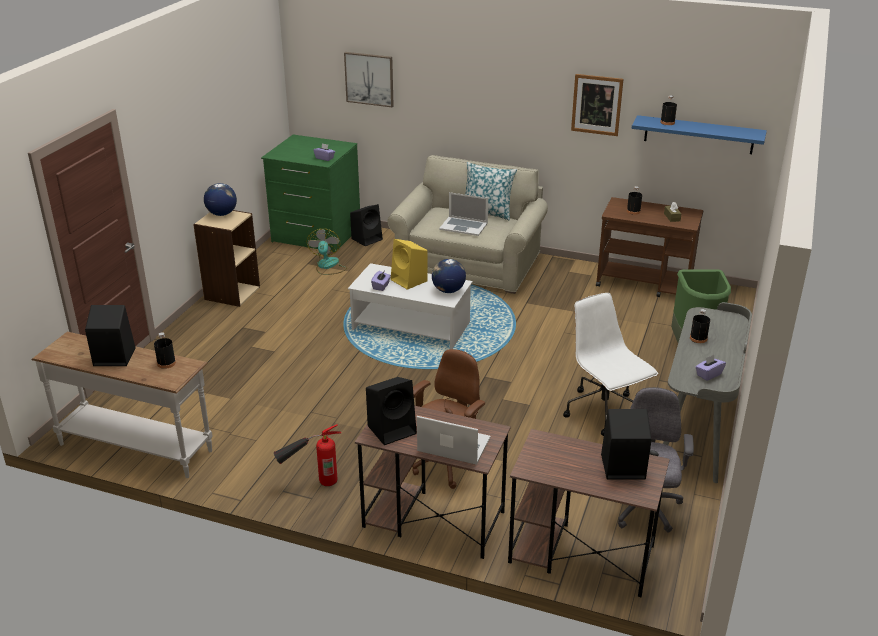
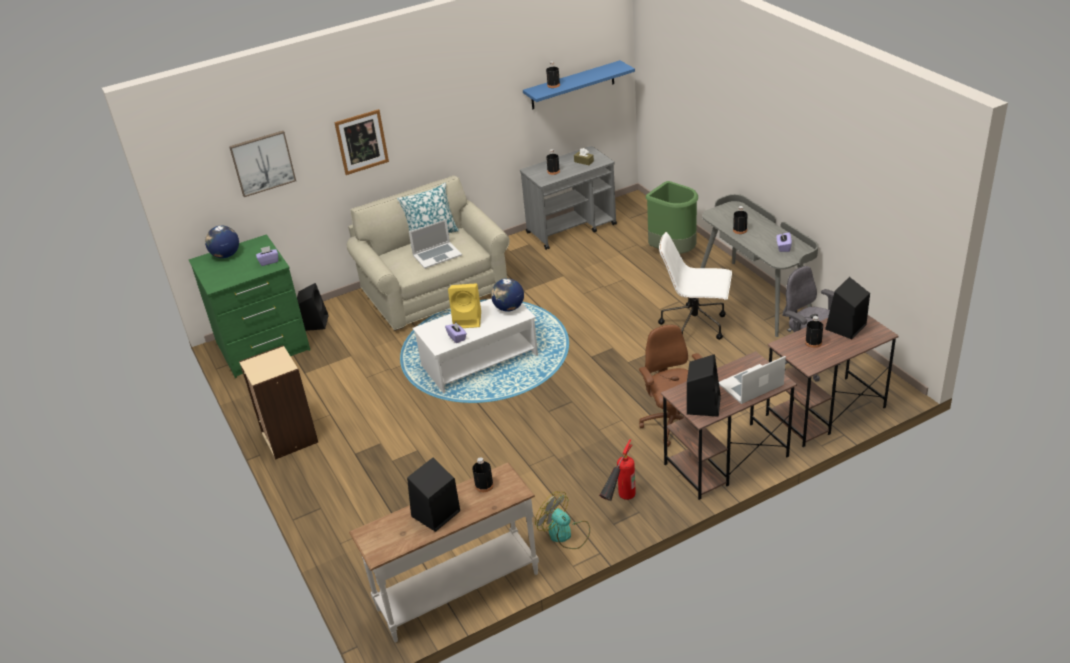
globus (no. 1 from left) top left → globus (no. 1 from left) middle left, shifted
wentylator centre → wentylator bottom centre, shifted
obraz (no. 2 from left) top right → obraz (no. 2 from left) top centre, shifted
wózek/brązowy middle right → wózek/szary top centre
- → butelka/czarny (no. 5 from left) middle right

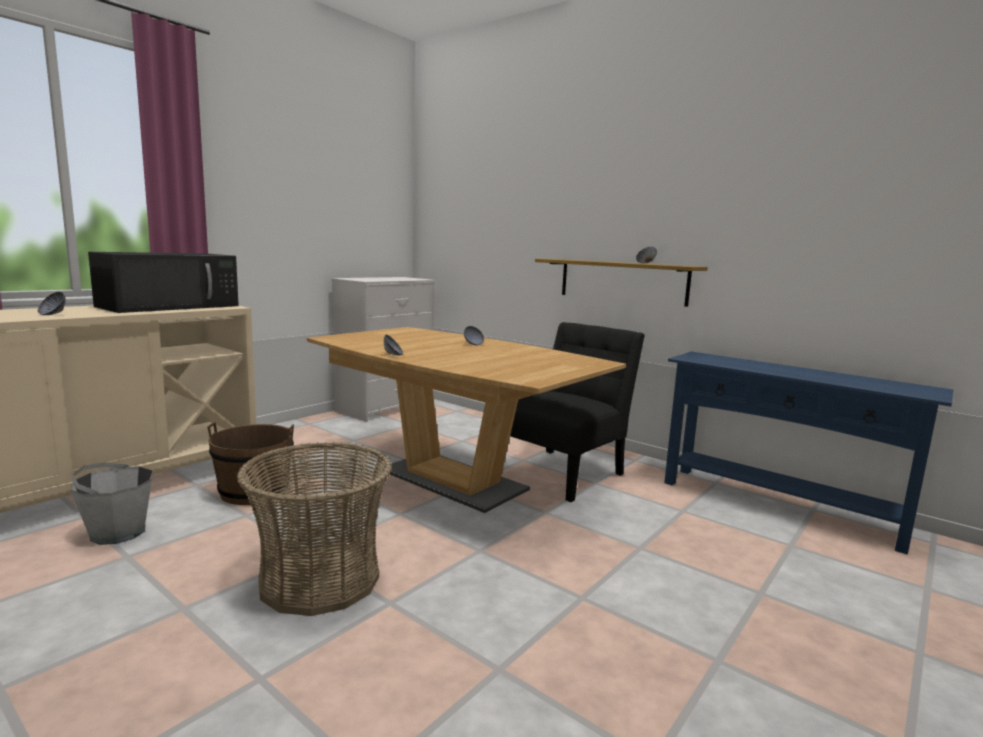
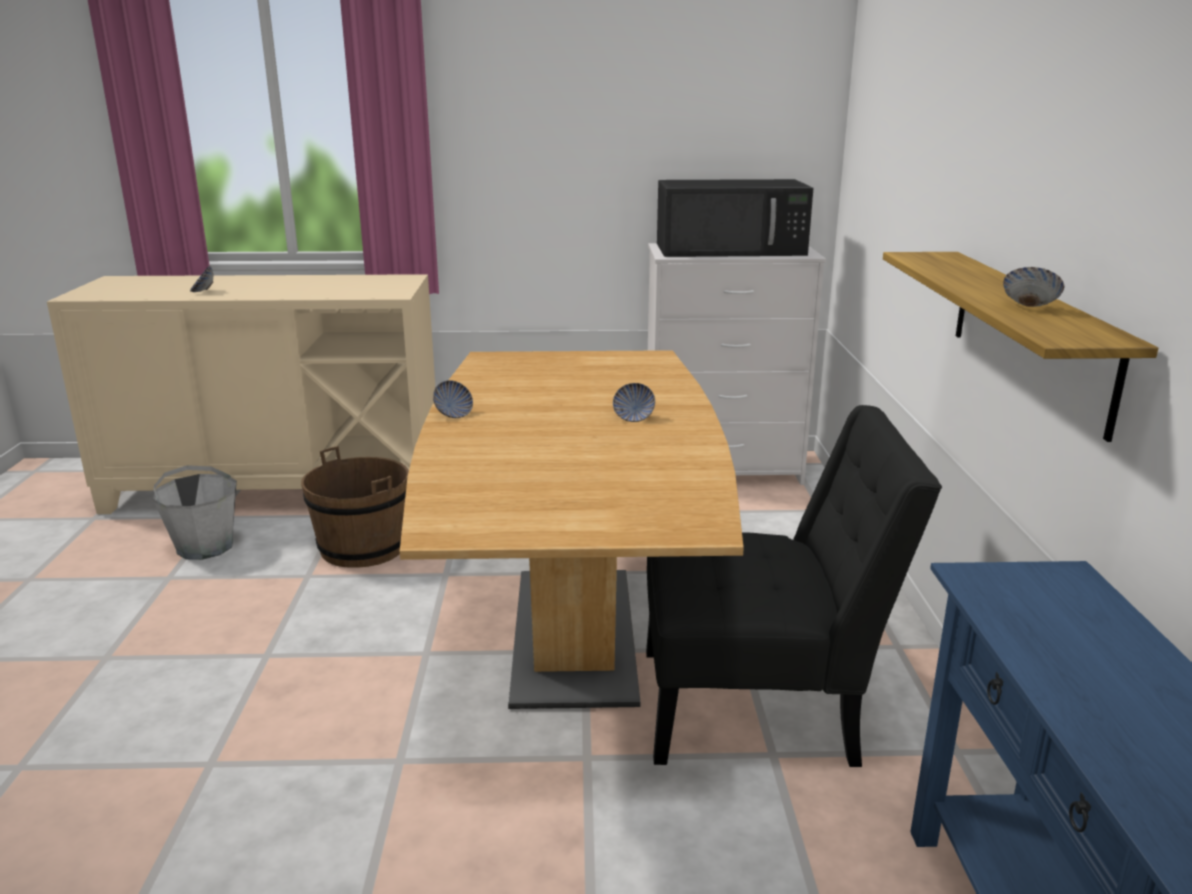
mikrofalówka/czarny middle left → mikrofalówka/czarny top centre, shifted
koszyk bottom left → -

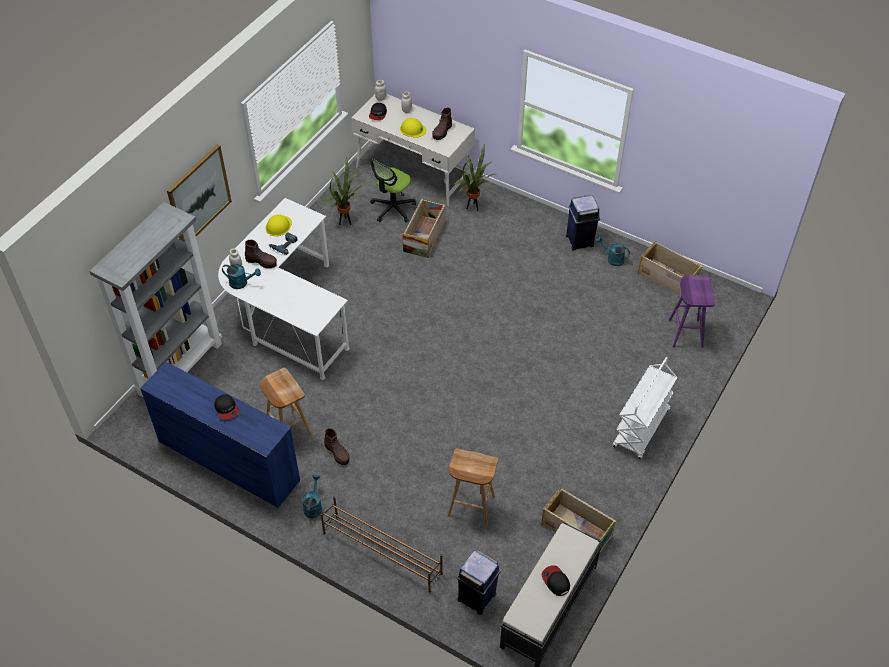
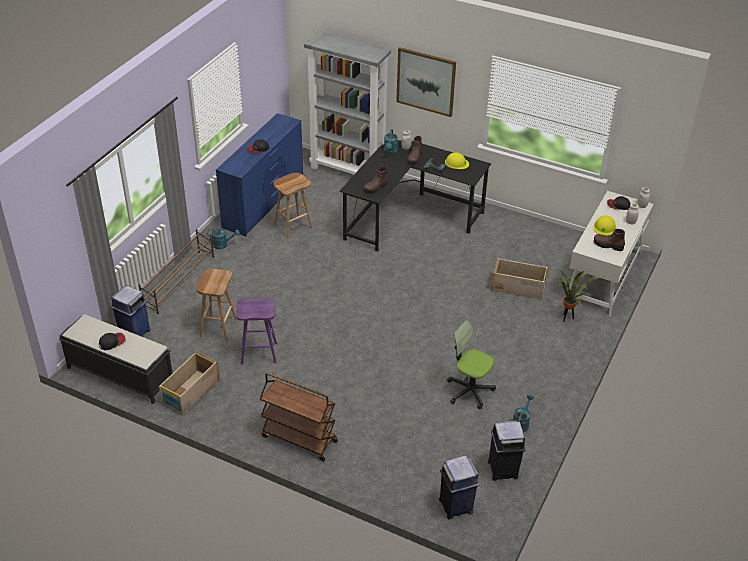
biurko/biały (no. 1 from left) middle left → biurko/czarny centre
roślina doniczkowa (no. 1 from left) top centre → -
but z cholewką/brązowy (no. 2 from left in the first image) bottom centre → but z cholewką/brązowy (no. 1 from left) top centre, shifted
krzesło biurowe top centre → krzesło biurowe centre, shifted
kosz na śmieci/niebieski (no. 2 from left) centre → kosz na śmieci/niebieski (no. 2 from left) bottom centre, shifted
wózek/biały middle right → wózek/brązowy bottom centre
skrzynka (no. 3 from left) middle right → kosz na śmieci/czarny bottom right
stołek/fioletowy middle right → stołek/fioletowy centre, shifted

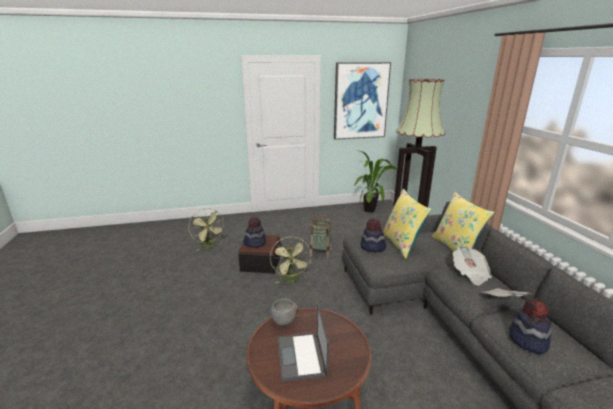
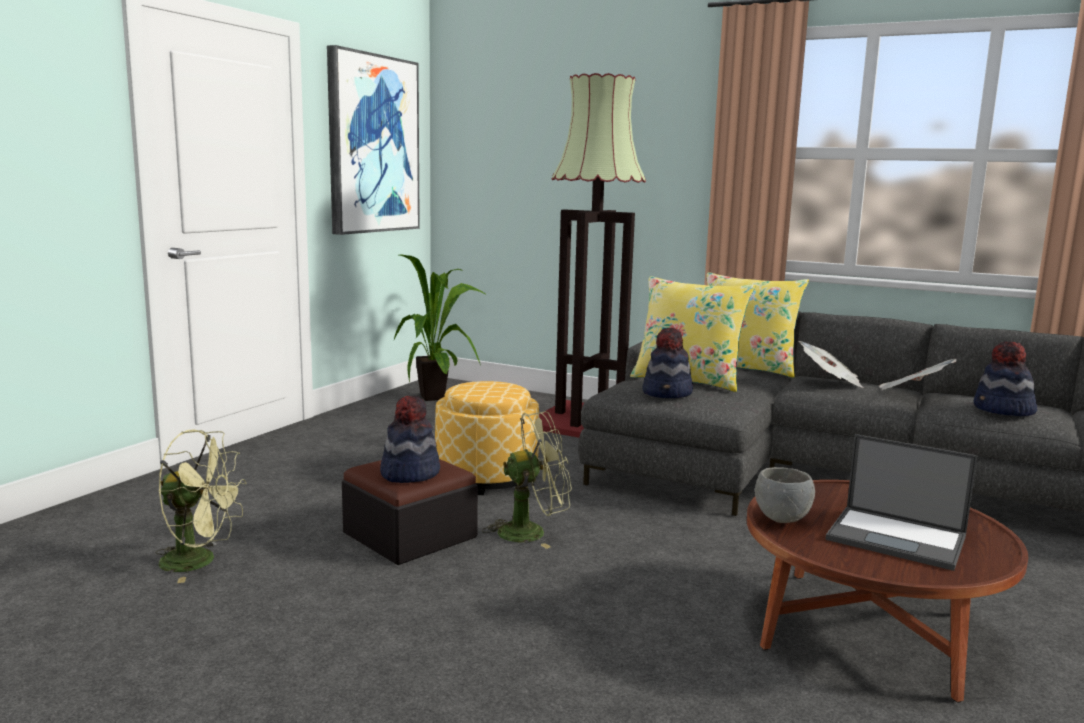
wentylator/zielony (no. 2 from left) centre, 45 degrees counterclockwise
koszyk centre → pufa (no. 2 from left) centre

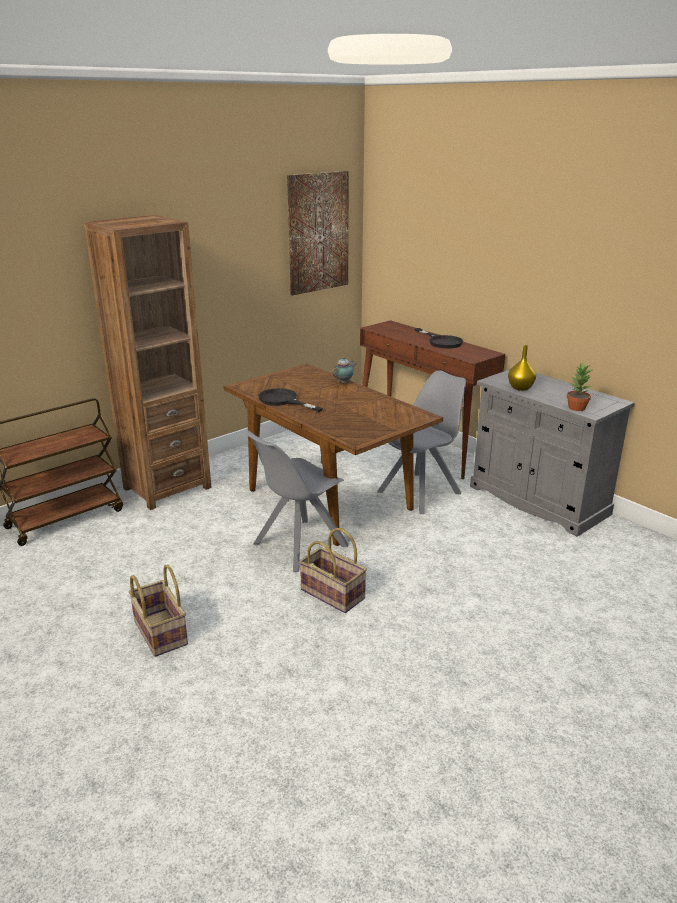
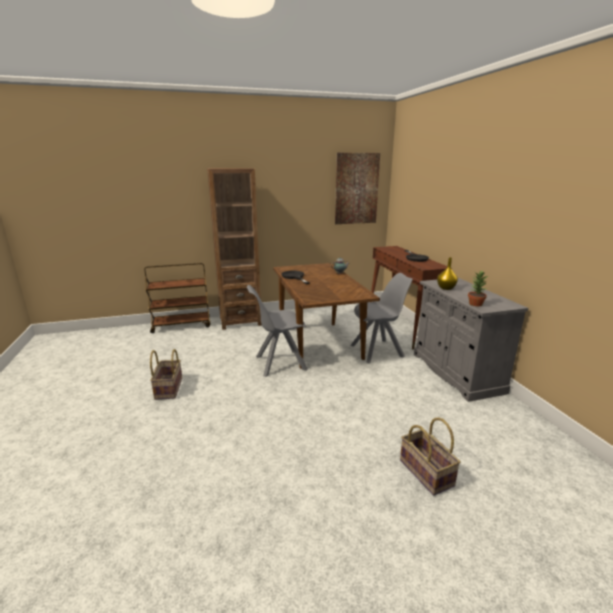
koszyk (no. 2 from left) centre → koszyk (no. 2 from left) bottom right, shifted

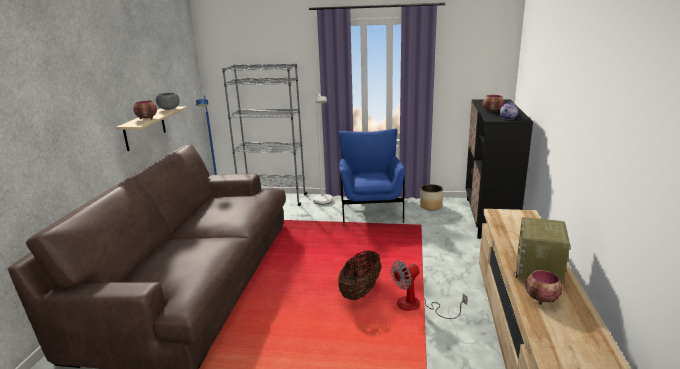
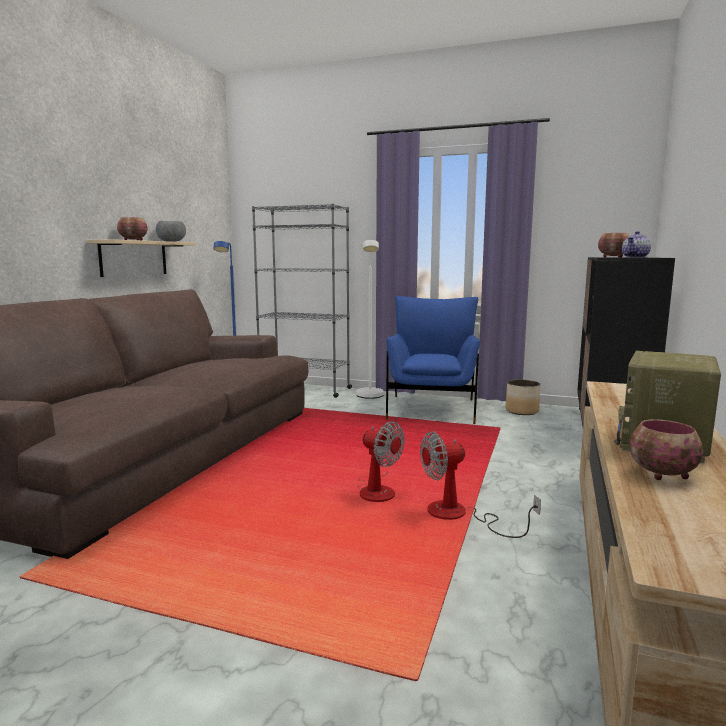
koszyk bottom centre → wentylator (no. 1 from left) centre

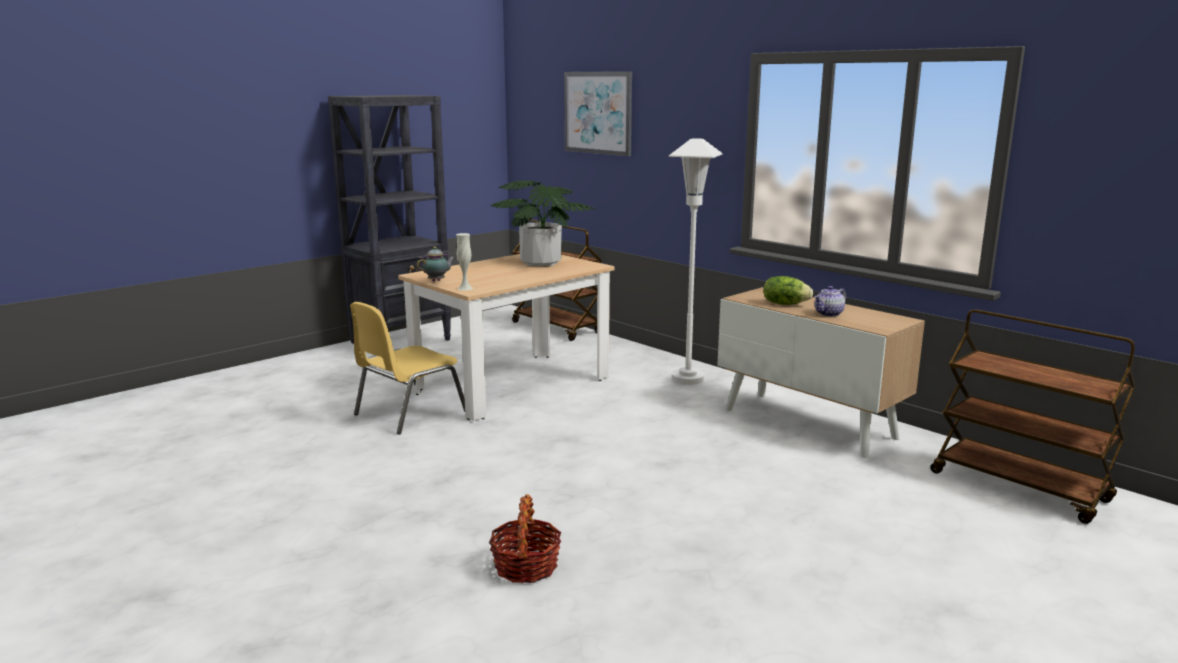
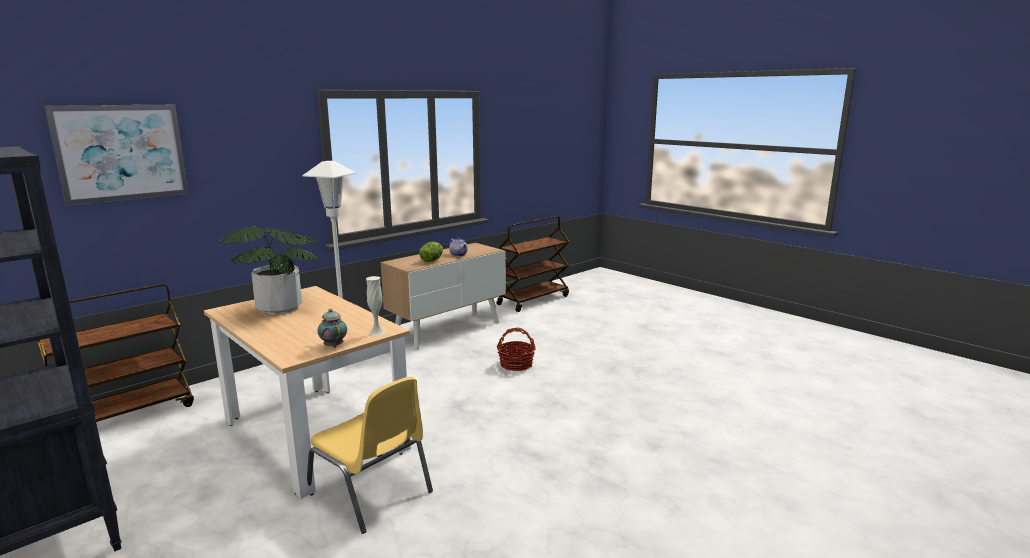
koszyk bottom centre → koszyk centre, shifted

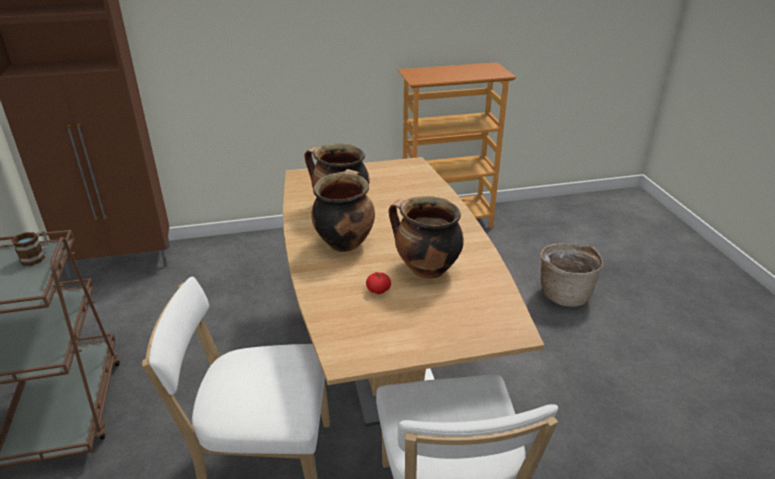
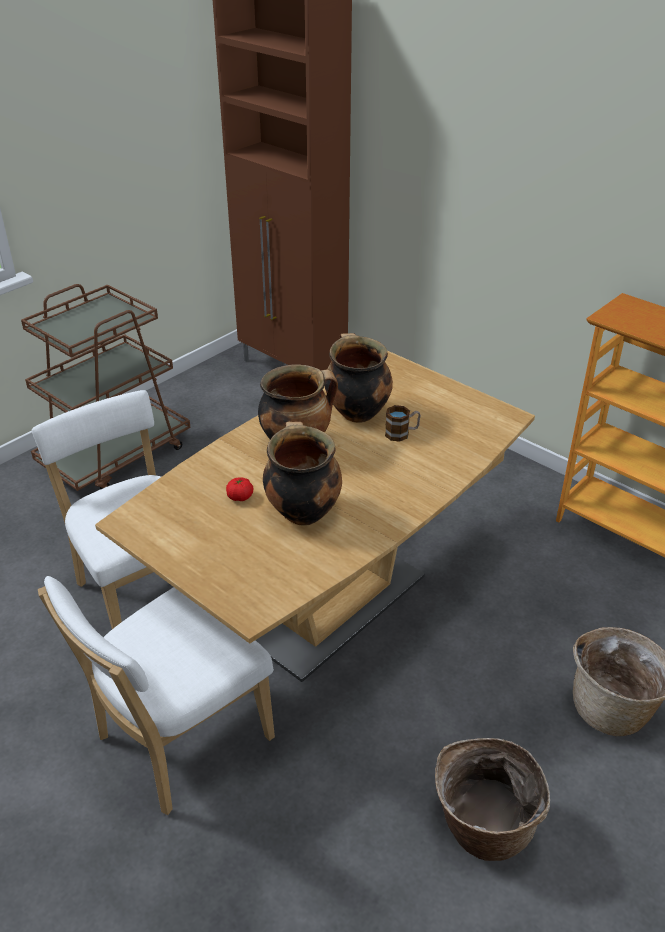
kubek middle left → kubek centre, shifted
- → koszyk (no. 1 from left) bottom right

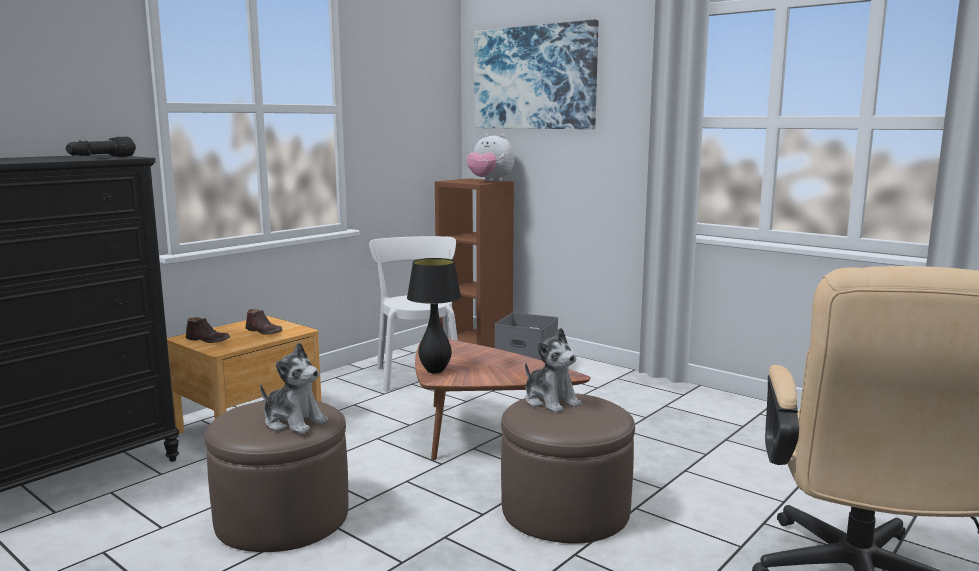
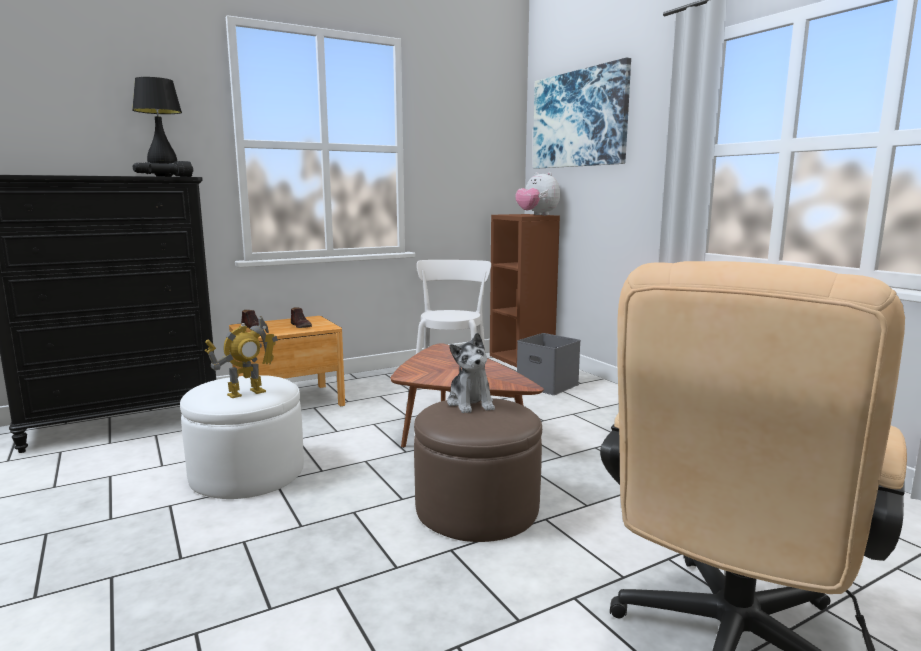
pufa/brązowy (no. 1 from left) bottom left → pufa/biały bottom left
pluszak (no. 1 from left) bottom left → robot zabawkowy middle left
lampa stołowa/czarny centre → lampa stołowa/czarny top left, shifted

